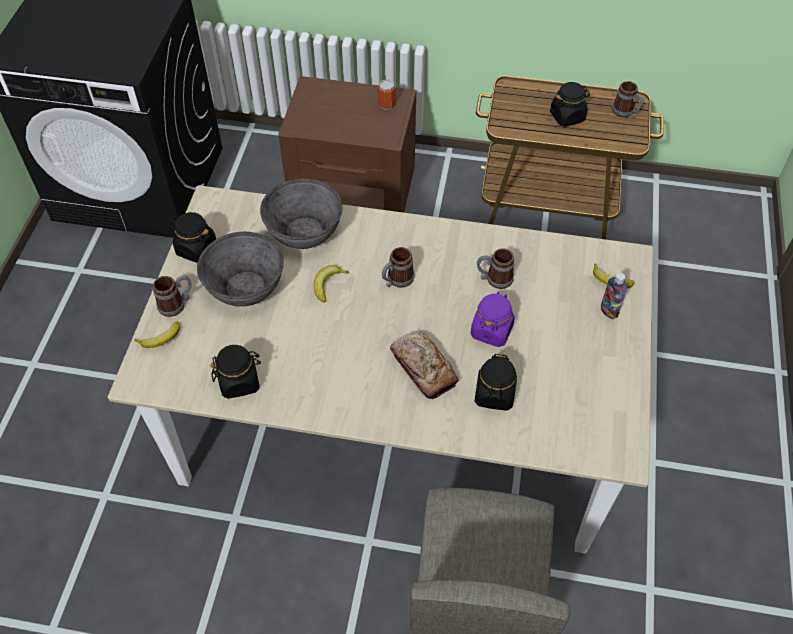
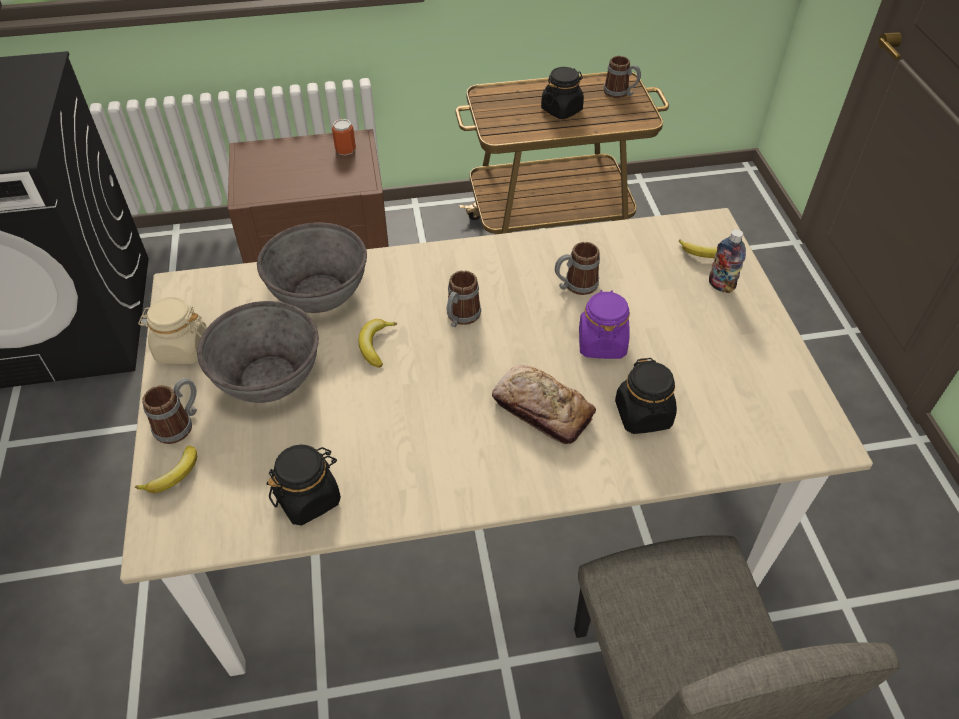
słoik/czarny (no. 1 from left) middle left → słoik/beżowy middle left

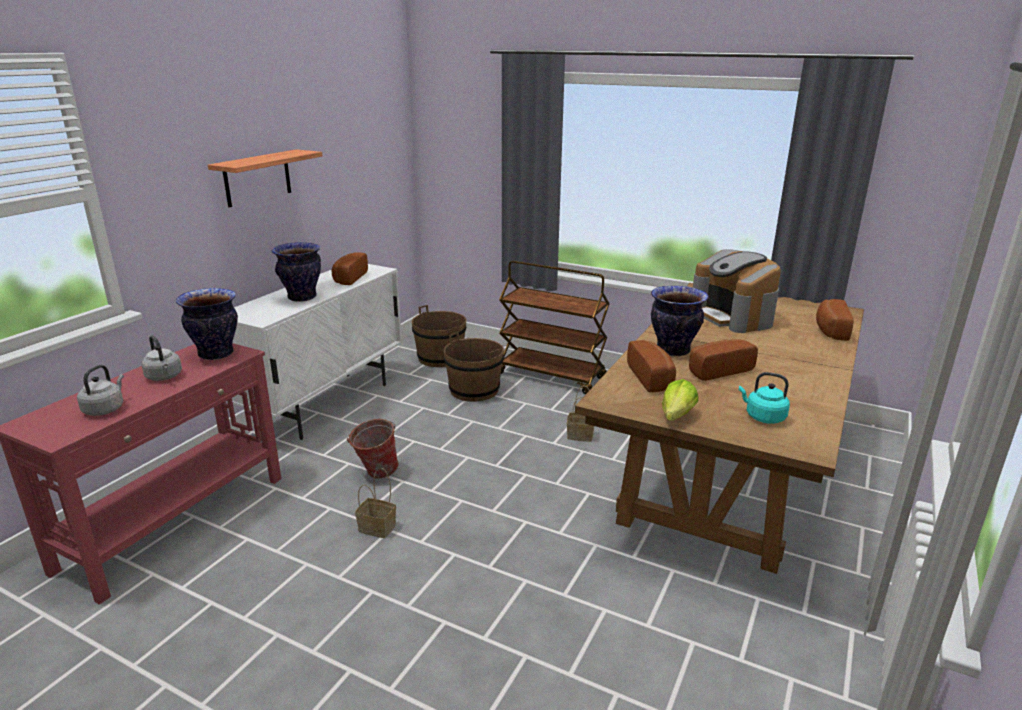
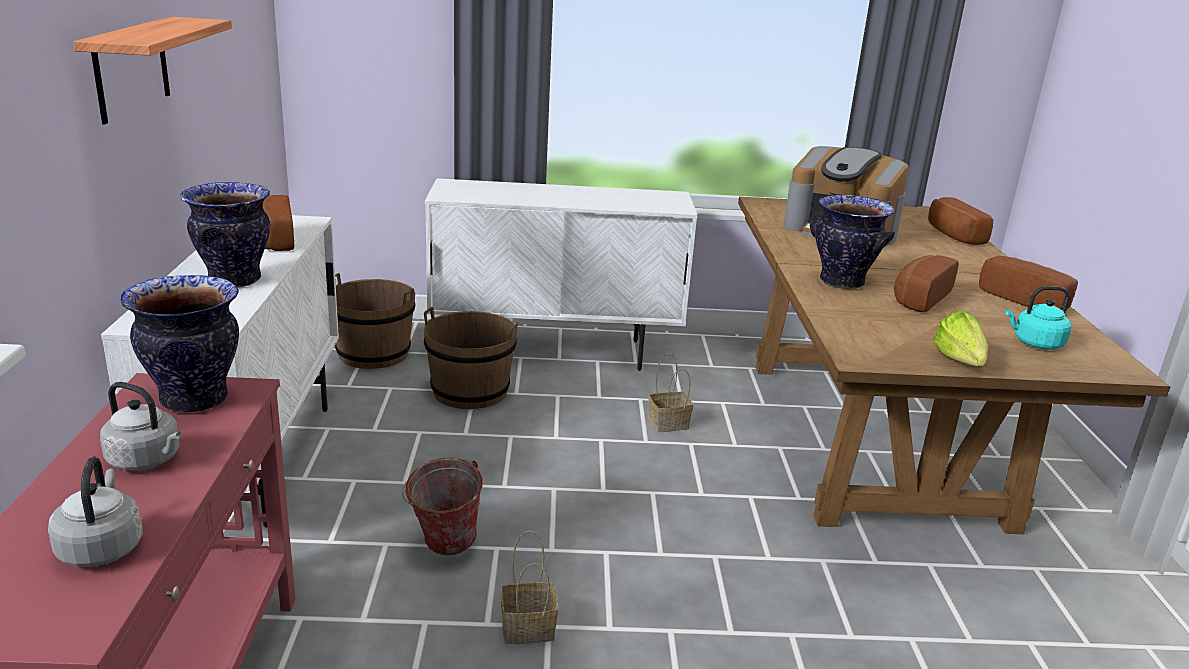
wózek/brązowy centre → szafka/biały (no. 2 from left) centre
chleb (no. 2 from left in the first image) centre → chleb (no. 4 from left) middle right, shifted

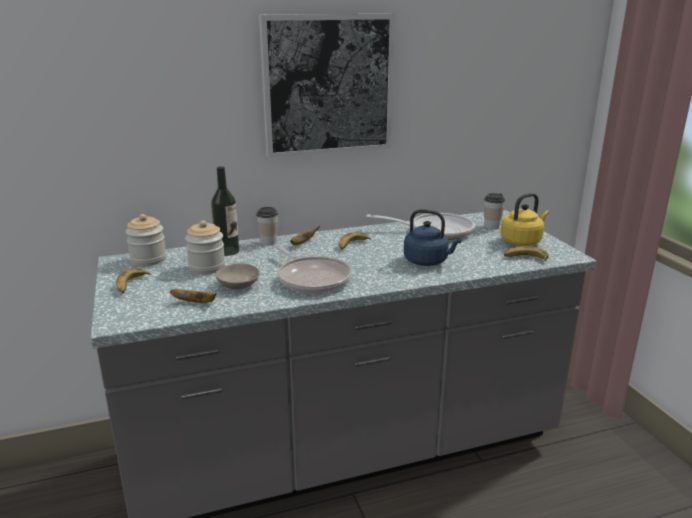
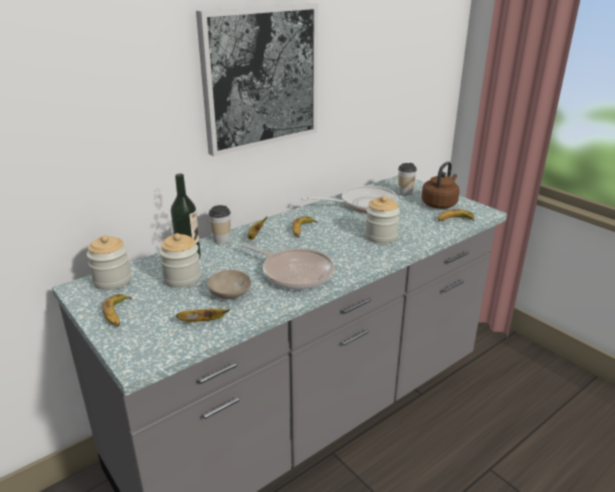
czajnik/niebieski centre → słoik (no. 3 from left) centre
czajnik/żółty middle right → czajnik/brązowy middle right

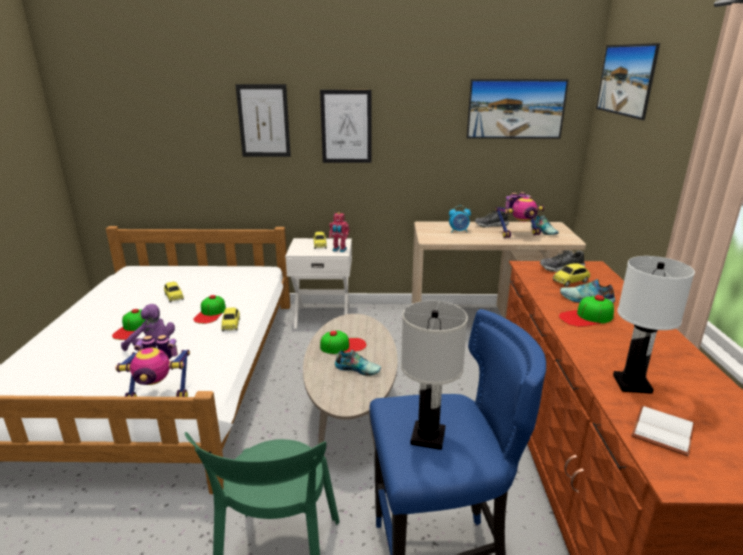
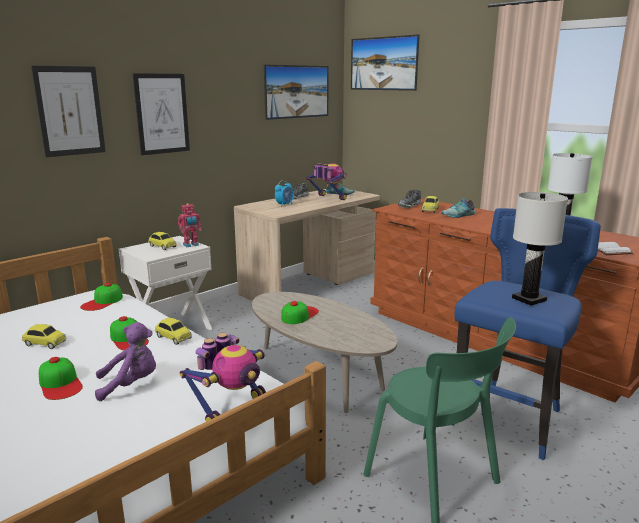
but (no. 1 from left) centre → -
robot zabawkowy (no. 3 from left) middle right → robot zabawkowy (no. 3 from left) centre, 75 degrees counterclockwise
czapka z daszkiem (no. 4 from left in the first image) middle right → czapka z daszkiem (no. 2 from left) middle left, shifted

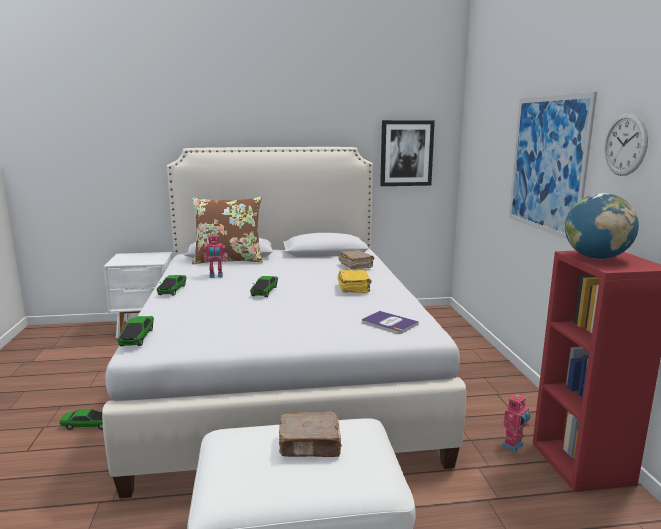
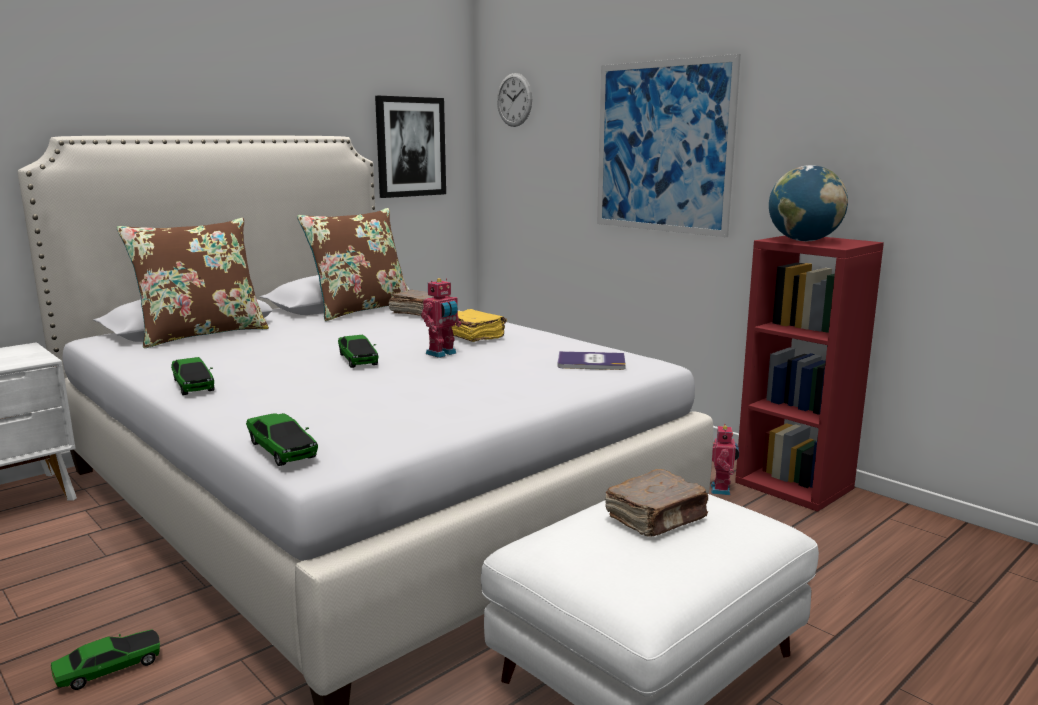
robot zabawkowy (no. 1 from left) middle left → robot zabawkowy (no. 1 from left) centre, shifted
zegar ścienny top right → zegar ścienny top centre, shifted
- → poduszka/brązowy (no. 2 from left) centre

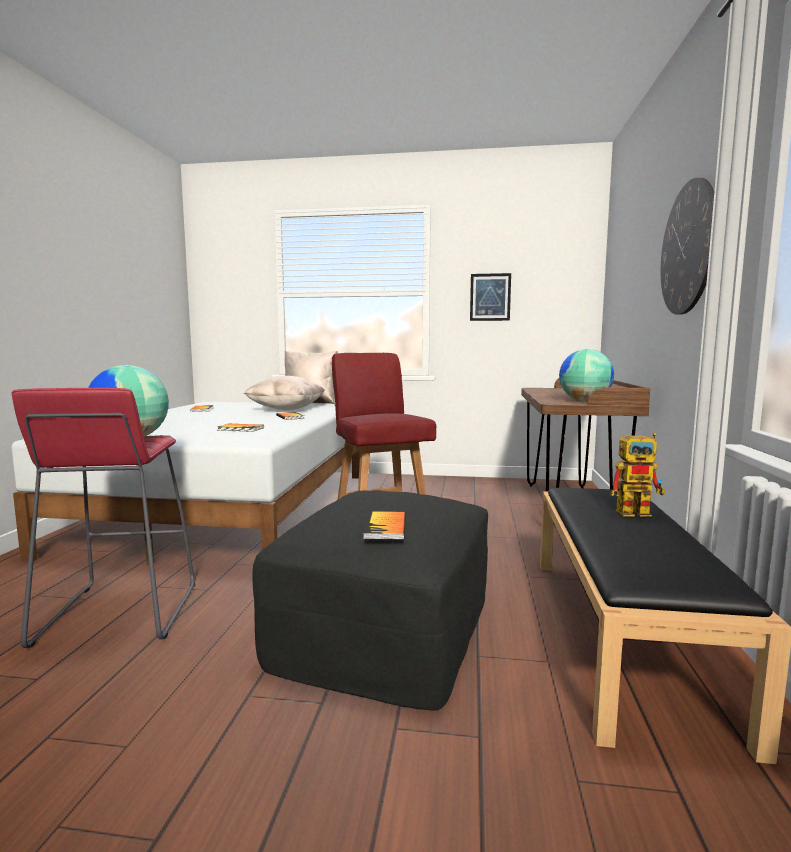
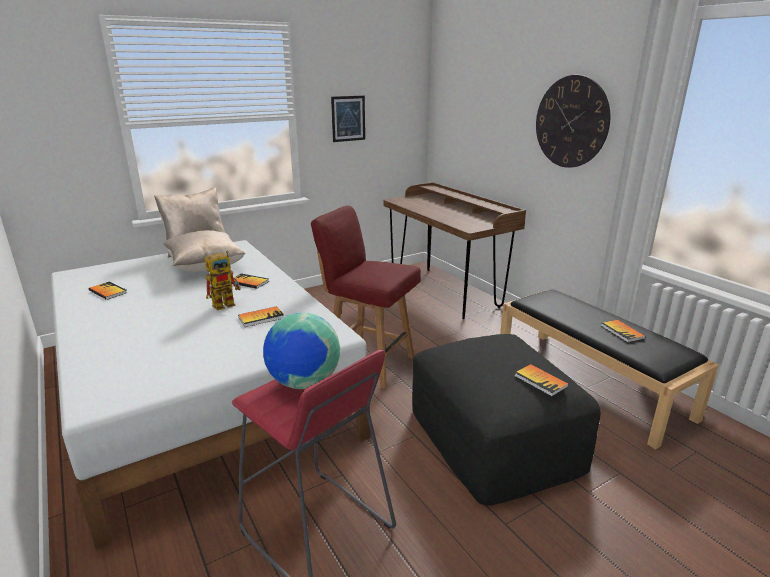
globus (no. 2 from left) middle right → -
robot zabawkowy middle right → robot zabawkowy middle left, shifted
- → książka (no. 5 from left) middle right

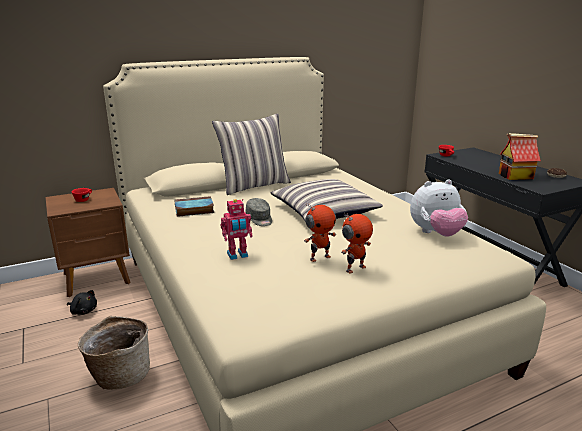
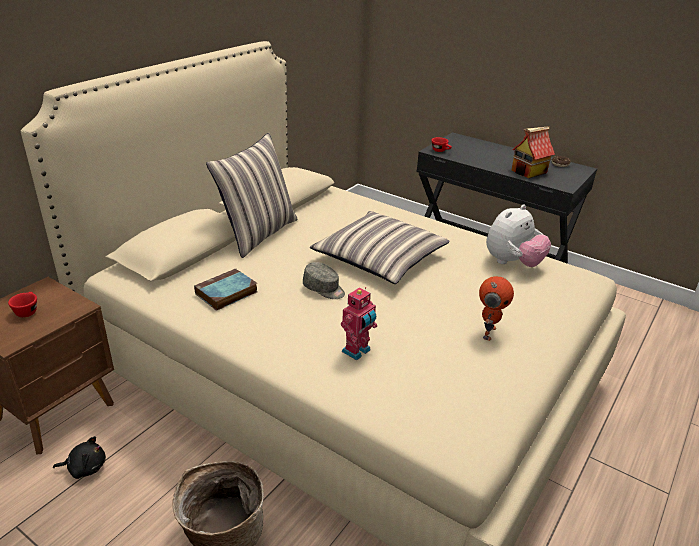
robot zabawkowy (no. 2 from left) centre → -

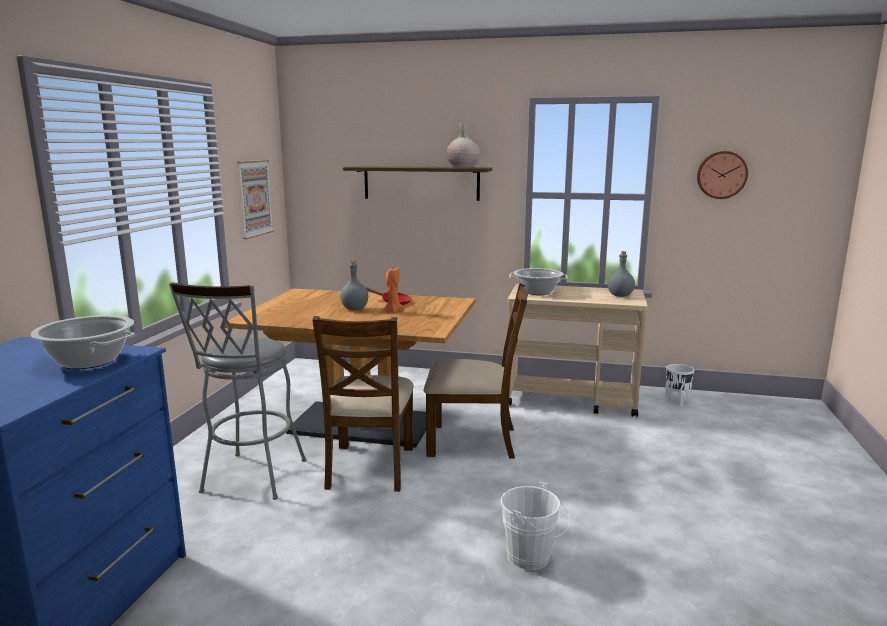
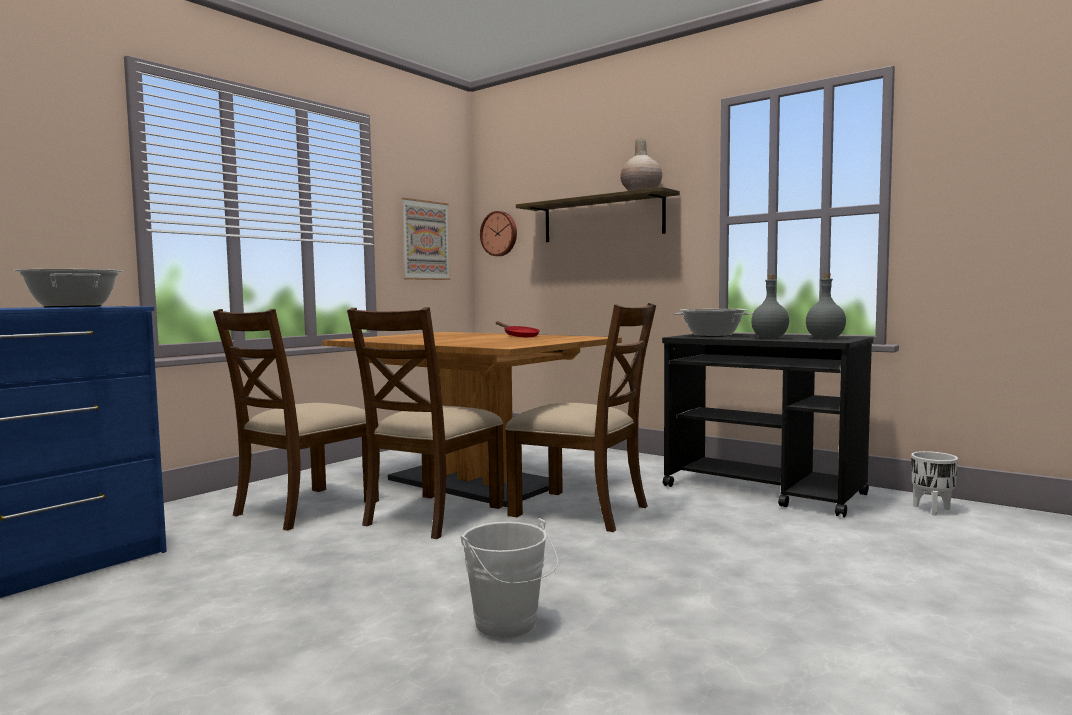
stołek/szary middle left → krzesło/brązowy (no. 1 from left) middle left
butelka/szary (no. 1 from left) centre → butelka/szary (no. 1 from left) middle right, shifted
świeca/pomarańczowy centre → -
wózek/beżowy centre → wózek/czarny middle right
zegar ścienny top right → zegar ścienny top centre, shifted

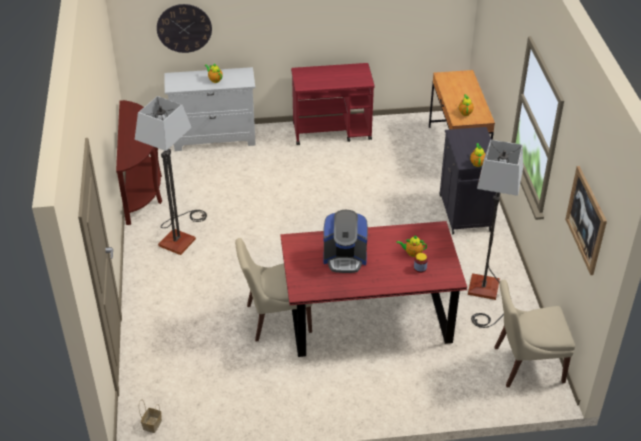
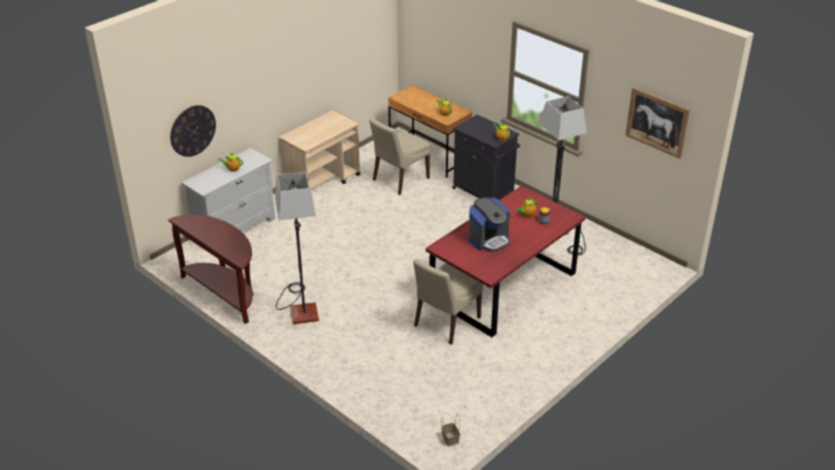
wózek/czerwony top centre → wózek/beżowy top centre
krzesło/beżowy (no. 2 from left in the first image) bottom right → krzesło/beżowy (no. 1 from left) top centre, shifted

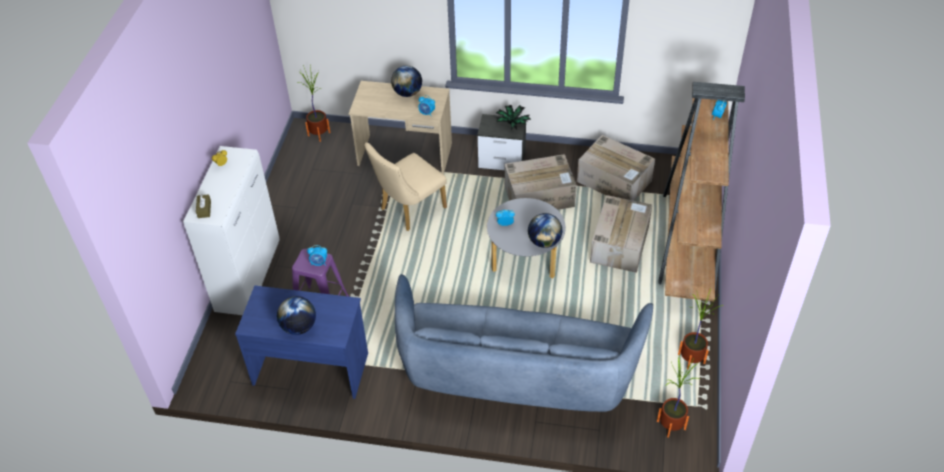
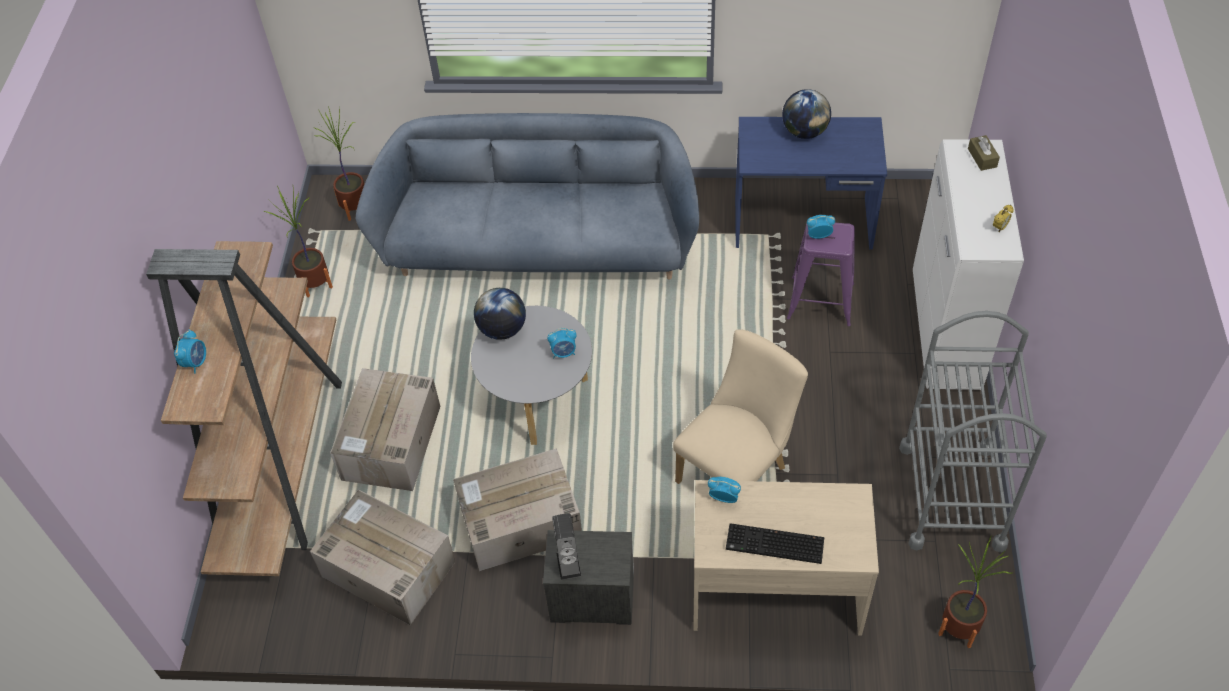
globus (no. 2 from left) top centre → klawiatura bottom centre
roślina doniczkowa (no. 2 from left) top centre → głośnik bottom centre
- → wózek/szary middle right

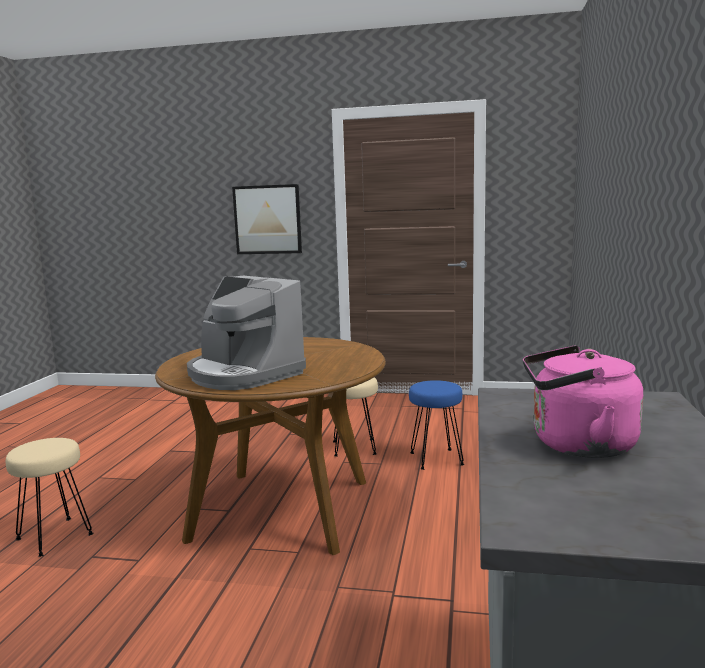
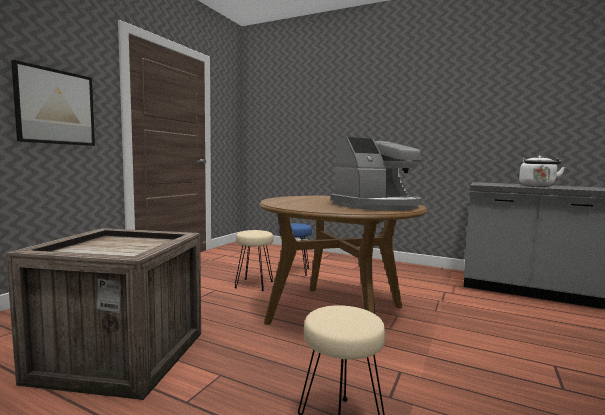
czajnik/różowy middle right → czajnik/biały middle right
- → skrzynka bottom left

